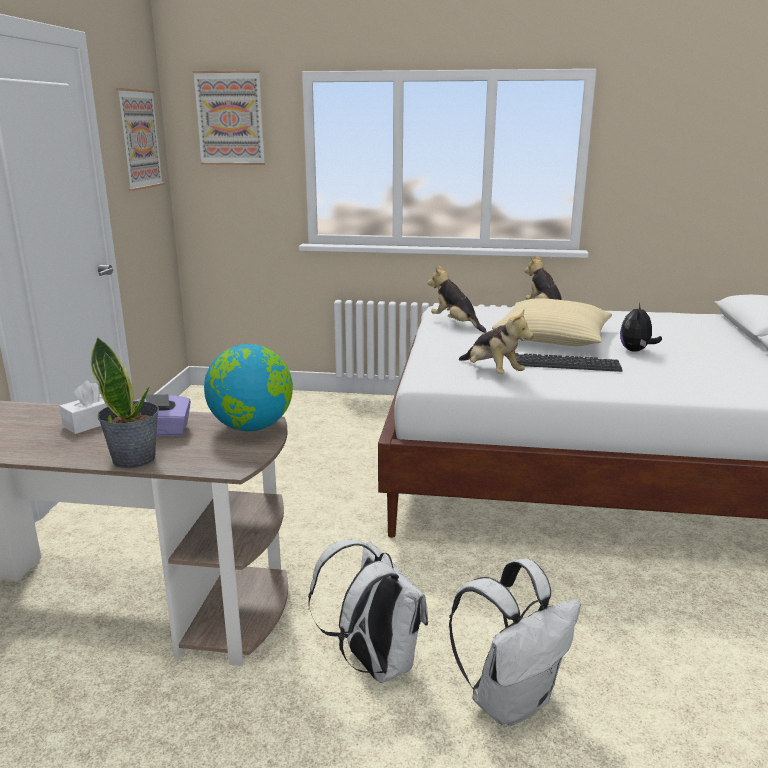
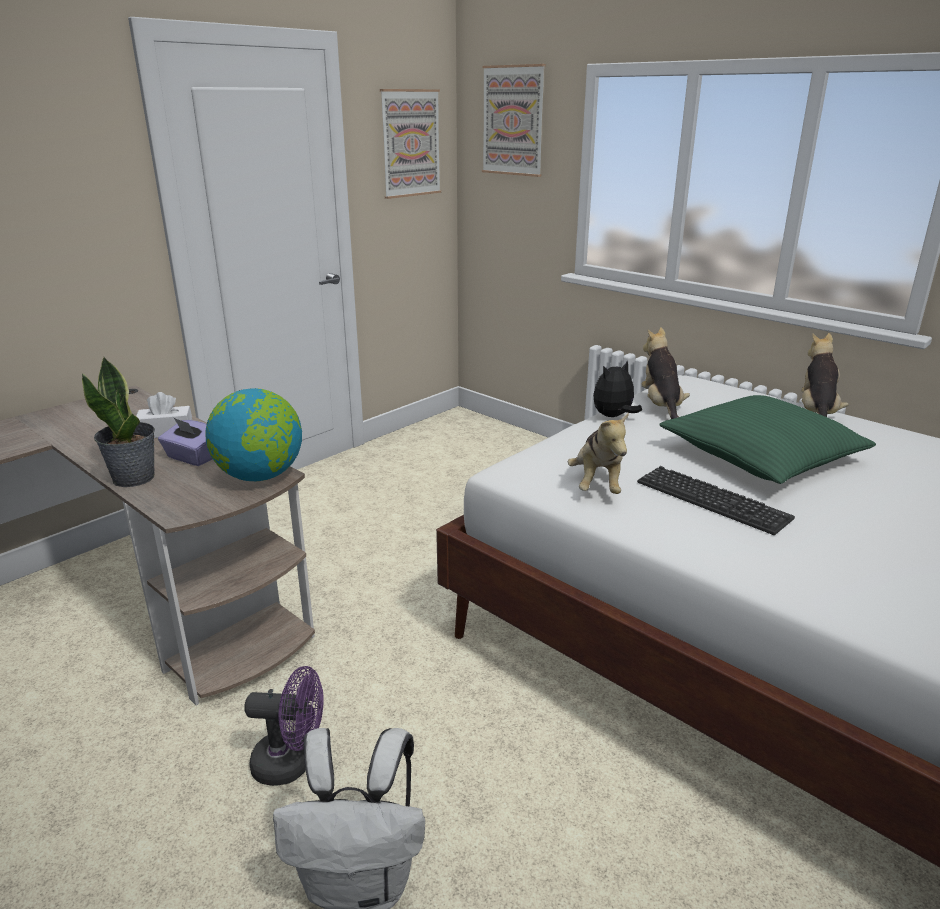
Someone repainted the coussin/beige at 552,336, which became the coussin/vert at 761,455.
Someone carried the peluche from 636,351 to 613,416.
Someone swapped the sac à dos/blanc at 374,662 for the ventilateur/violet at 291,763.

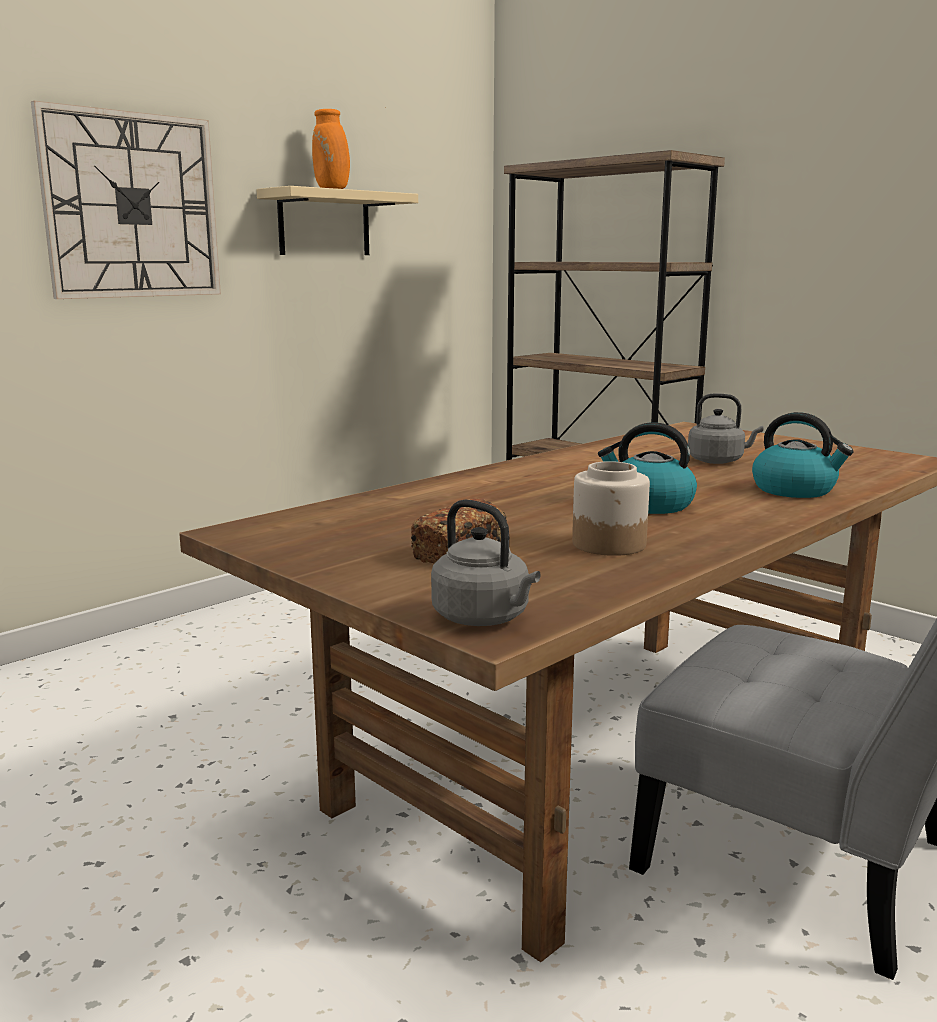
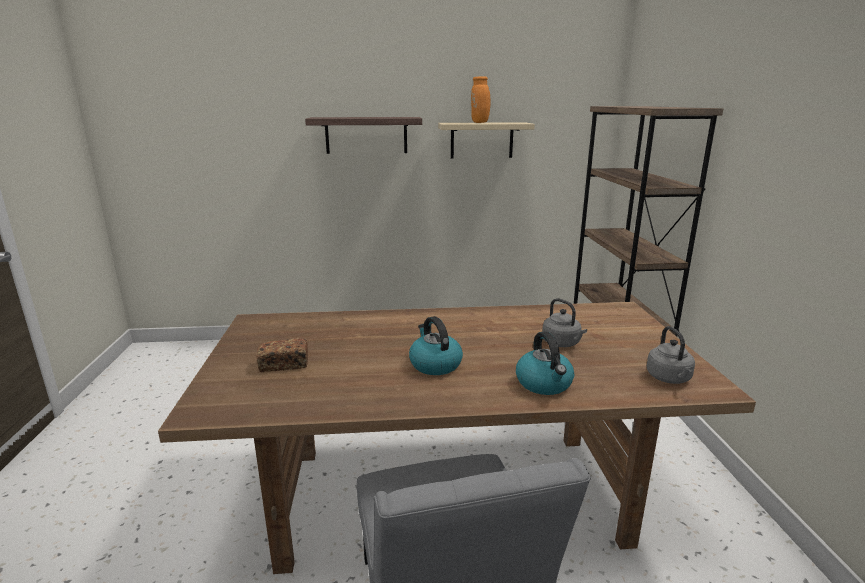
Someone swapped the horloge murale at 132,206 for the étagère at 366,135.
Someone took away the bocal at 609,544.
Someone carried the bouilloire/gris from 484,618 to 669,378.

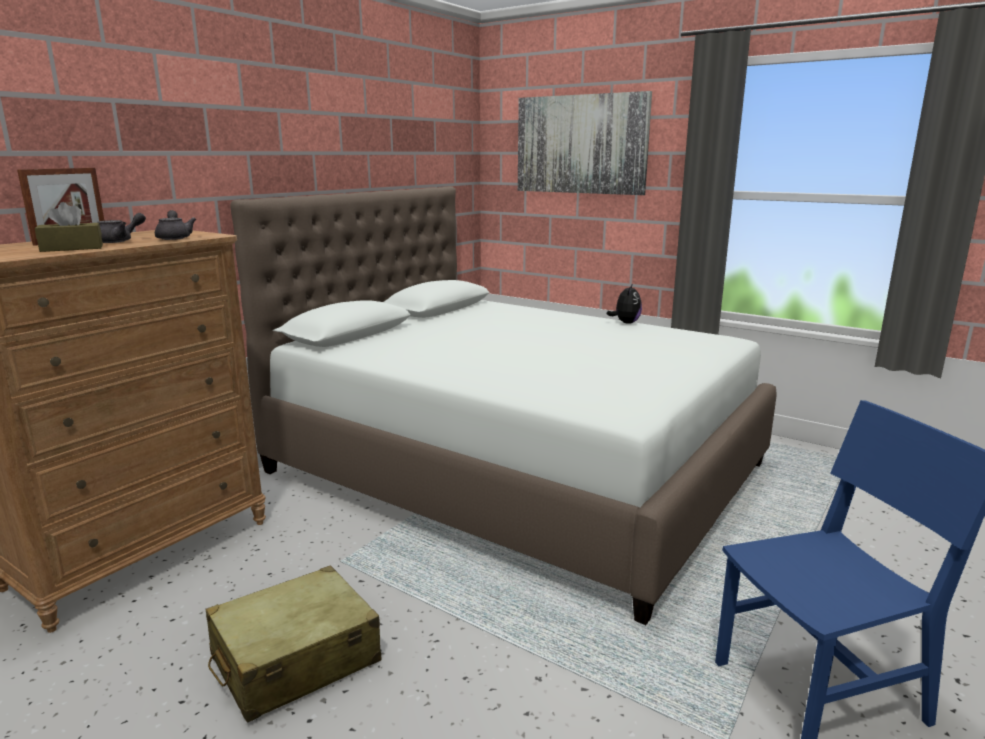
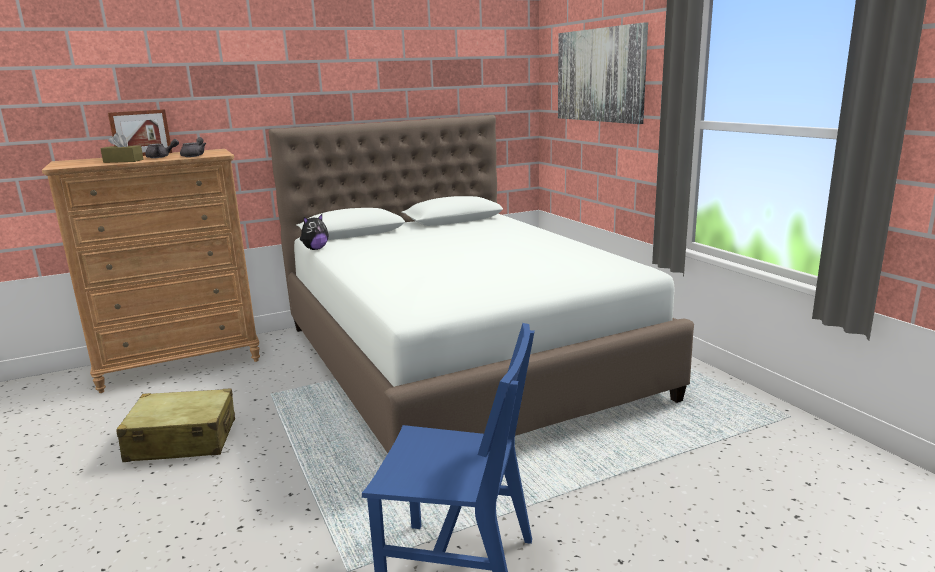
Someone carried the peluche from 625,323 to 315,249.

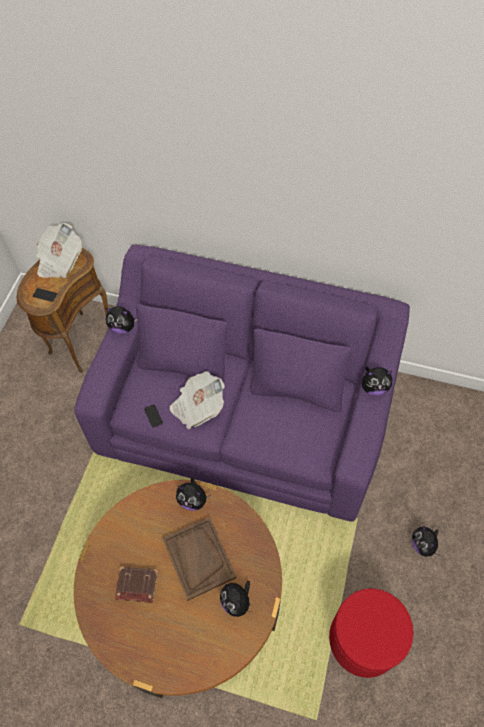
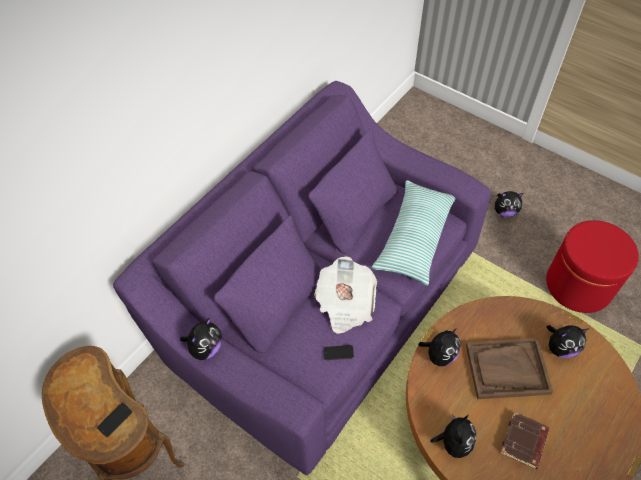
Someone took away the journal at 60,261.
Someone carried the peluche from 374,387 to 453,442.
Someone put down the coussin at 414,238.

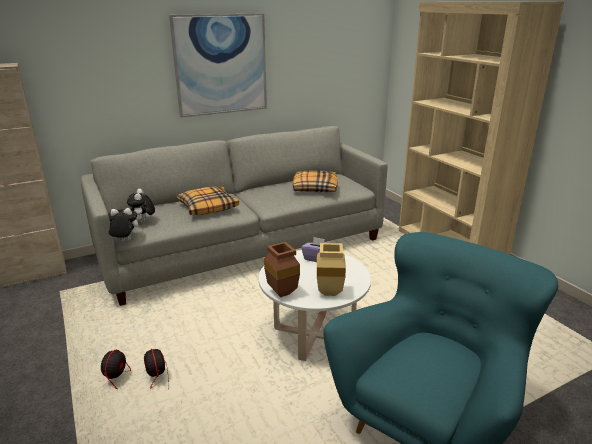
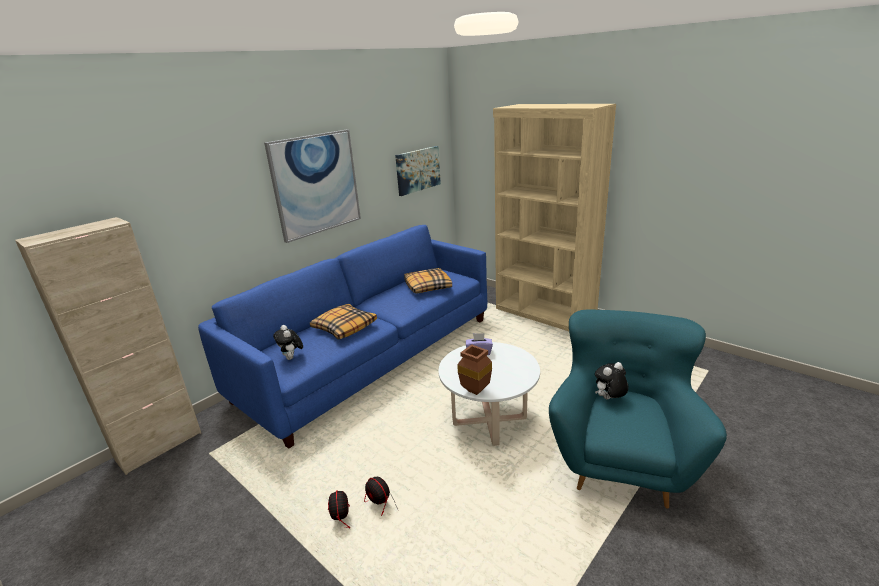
Someone repainted the canapé/gris at 244,247, which became the canapé/bleu at 370,357.
Someone carried the peluche from 124,241 to 609,399.
Someone took away the vase/beige at 331,292.
Someone put up the tableau at 417,170.

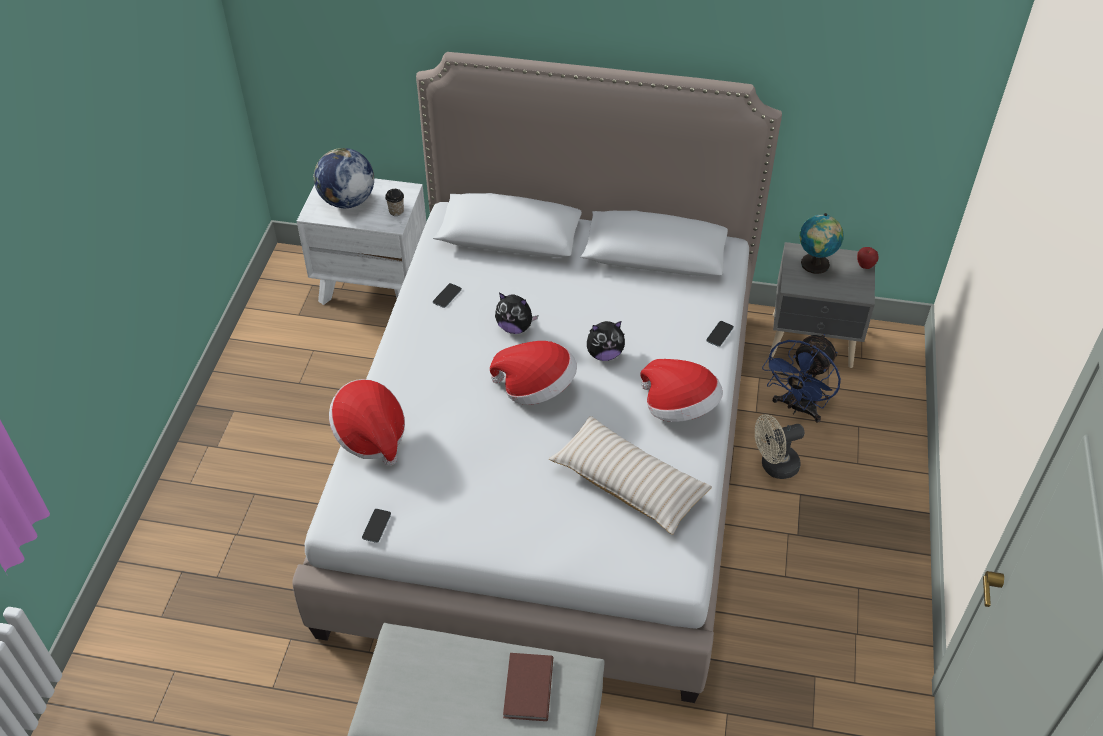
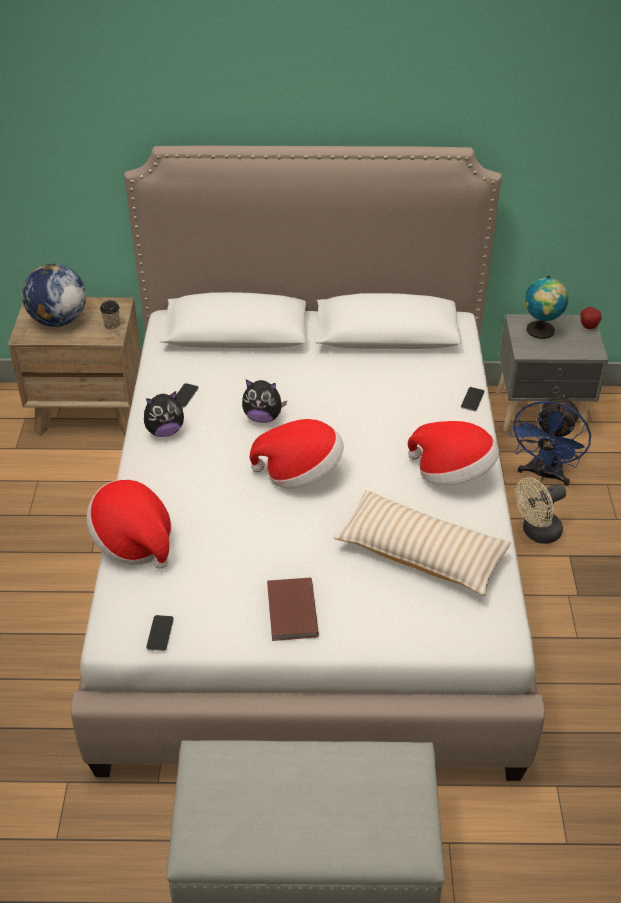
Someone repainted the table de chevet/blanc at 373,285, which became the table de chevet/marron at 90,410.
Someone carried the peluche from 604,354 to 165,431.
Someone carried the livre/marron from 526,689 to 290,612.

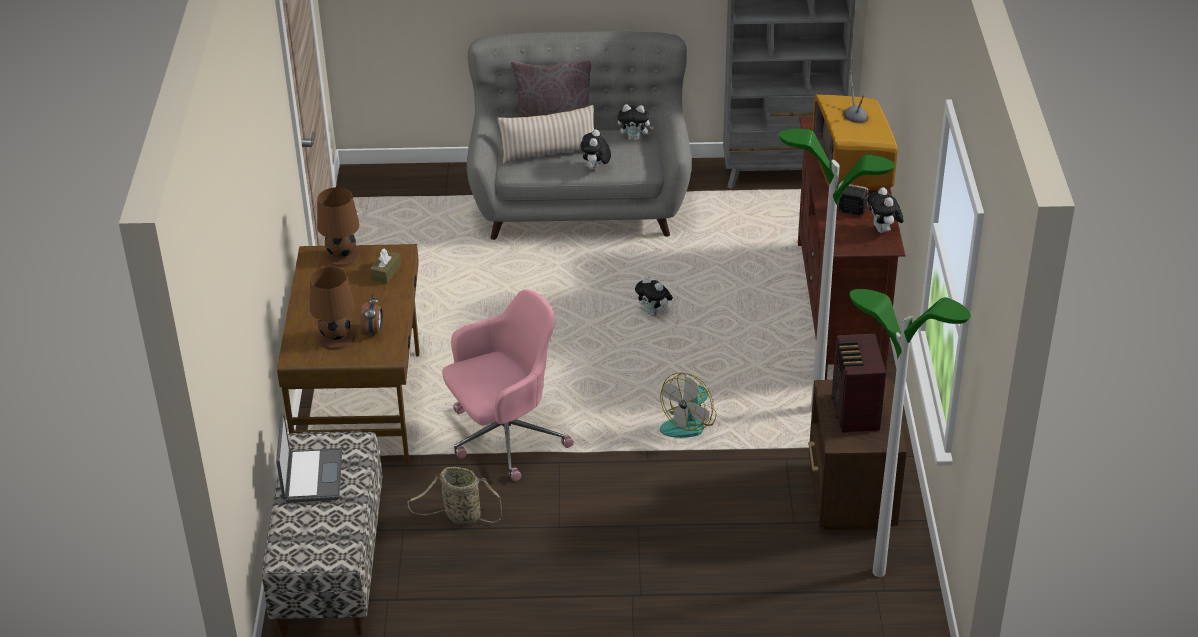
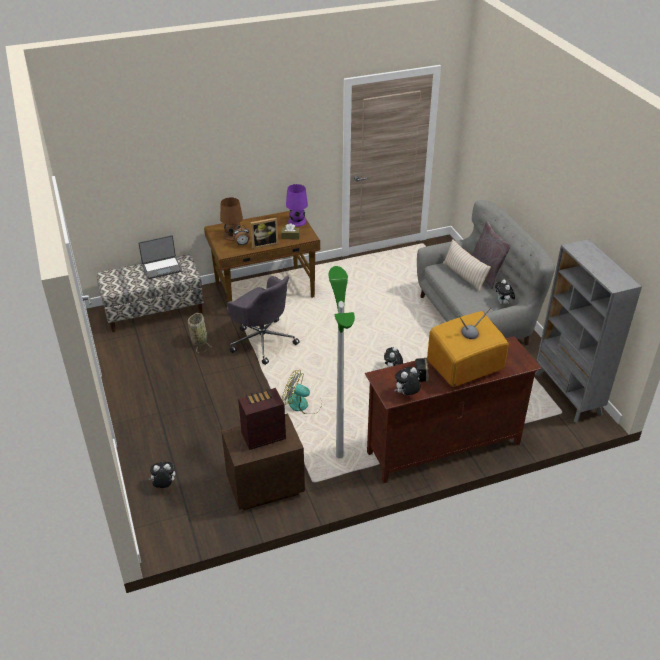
Someone carried the peluche from 595,169 to 164,485.
Someone repainted the lampe de table/marron at 342,256, which became the lampe de table/violet at 297,221.
Someone repainted the chaise de bureau/rose at 505,437, which became the chaise de bureau/gris at 262,341.
Someone took away the lampadaire at 879,572.
Someone put down the cadre photo at 264,244.

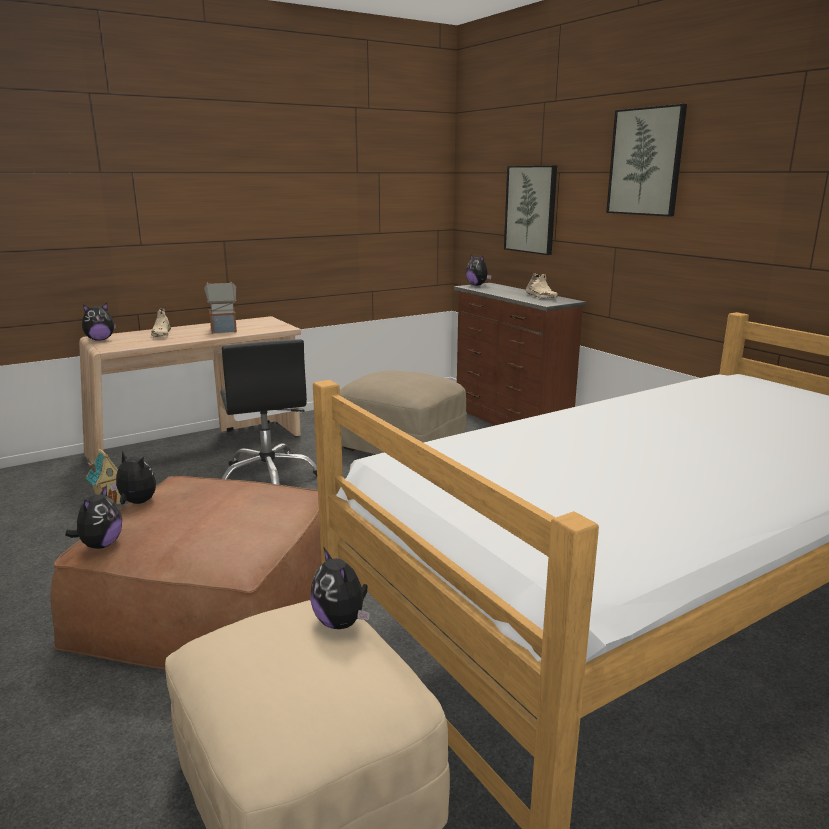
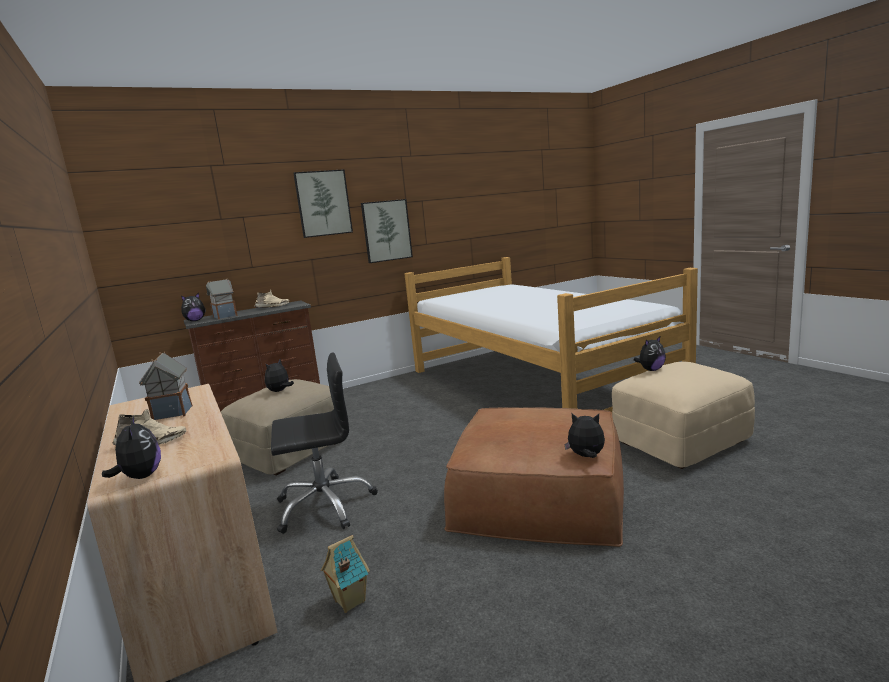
Someone carried the tableau from 531,209 to 386,231.
Someone carried the peluche from 136,503 to 280,391.
Someone put down the maison miniature at 224,316.

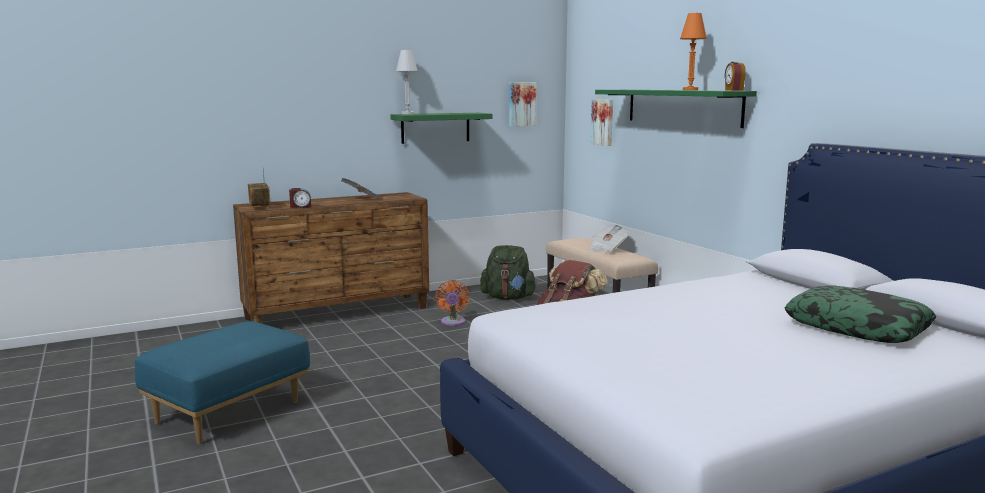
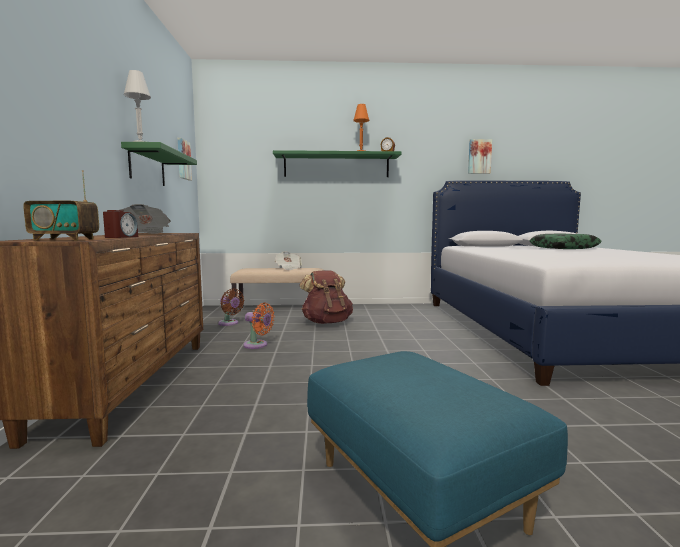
Someone carried the tableau from 603,122 to 479,156.
Someone swapped the sac à dos/vert at 508,298 for the ventilateur/marron at 229,323.

